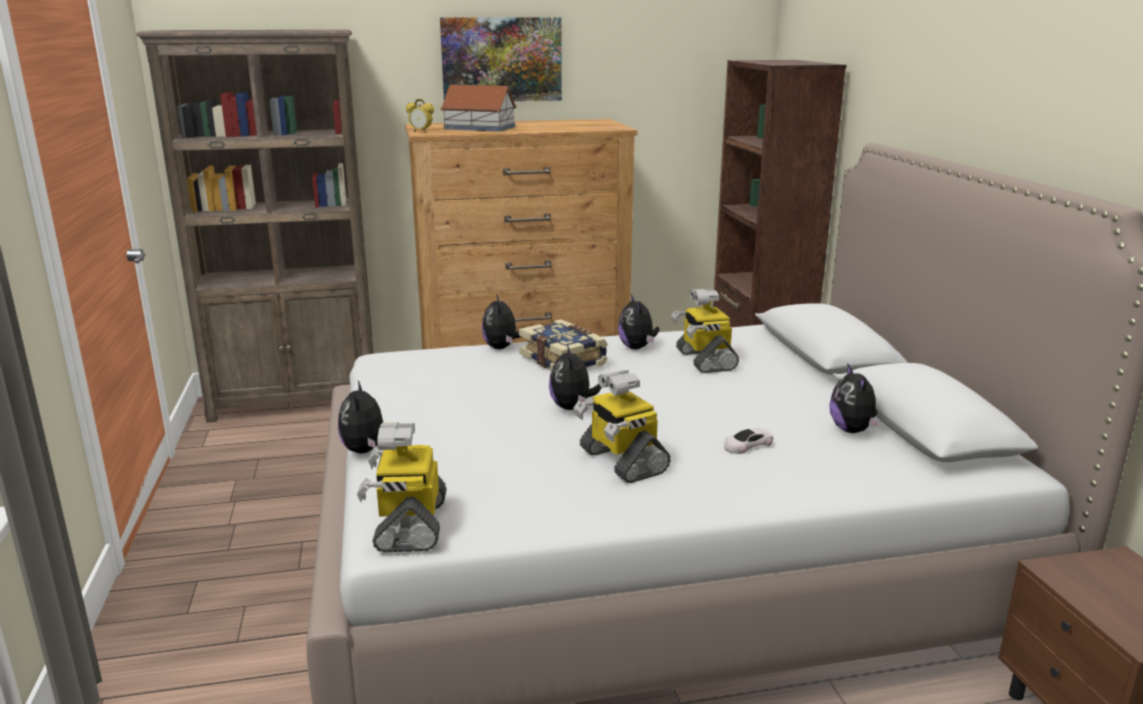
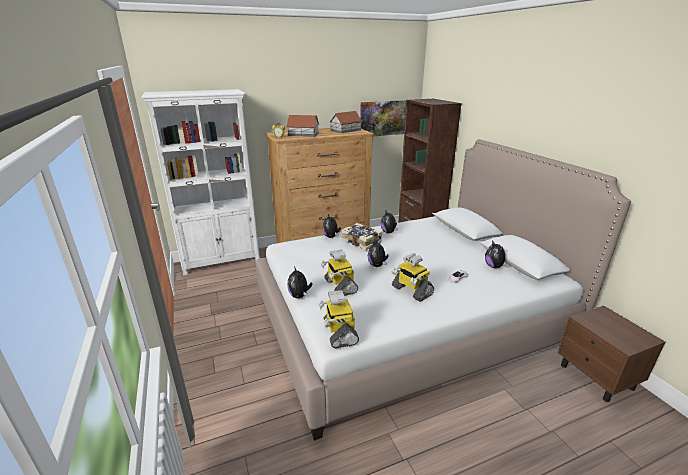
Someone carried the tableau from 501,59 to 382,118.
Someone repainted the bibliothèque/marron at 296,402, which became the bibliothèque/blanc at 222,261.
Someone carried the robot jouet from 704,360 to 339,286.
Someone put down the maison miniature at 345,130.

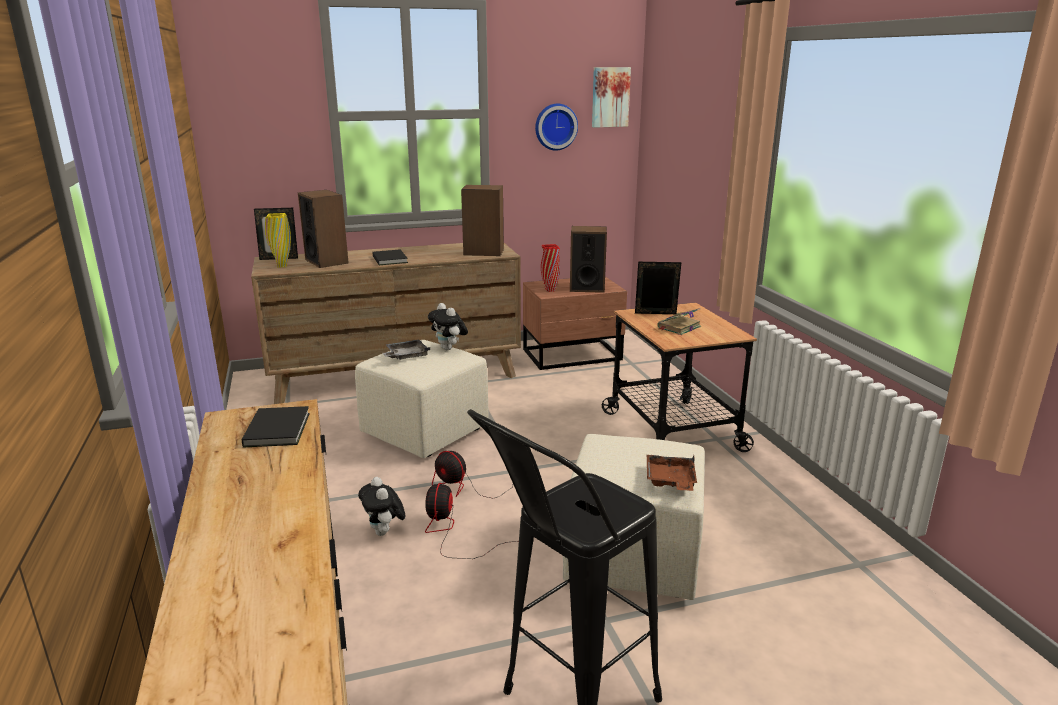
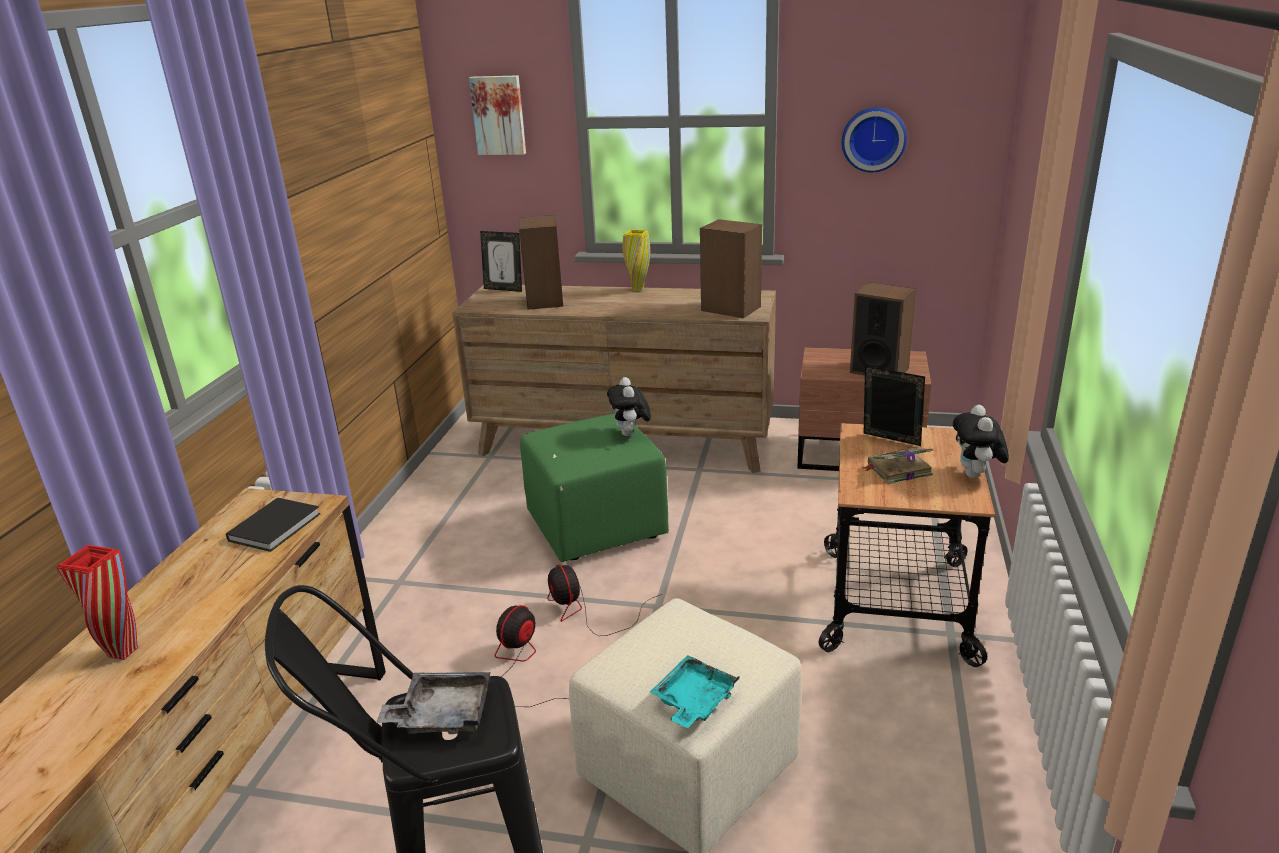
Someone carried the tableau from 610,97 to 499,115.
Someone carried the vase/jaune from 282,266 to 638,289.
Someone carried the vase/rouge from 550,290 to 123,652.
Someone took away the livre/noir at 390,259.
Someone repainted the pouf/beige at 424,433, which became the pouf/vert at 595,527.
Someone carried the plateau/gris from 406,356 to 442,714.
Someone repainted the plateau/marron at 670,481, which became the plateau/turquoise at 693,701.
Someone carried the peluche from 384,532 to 976,475.

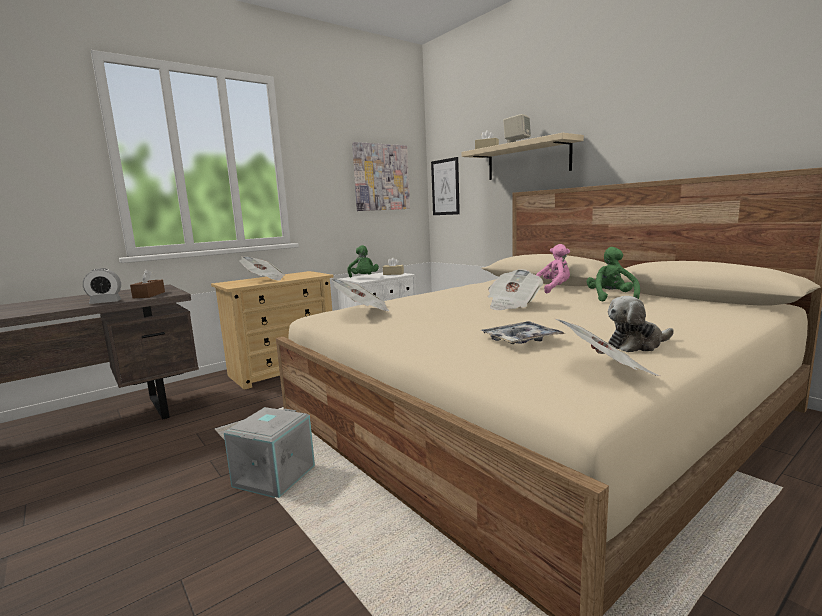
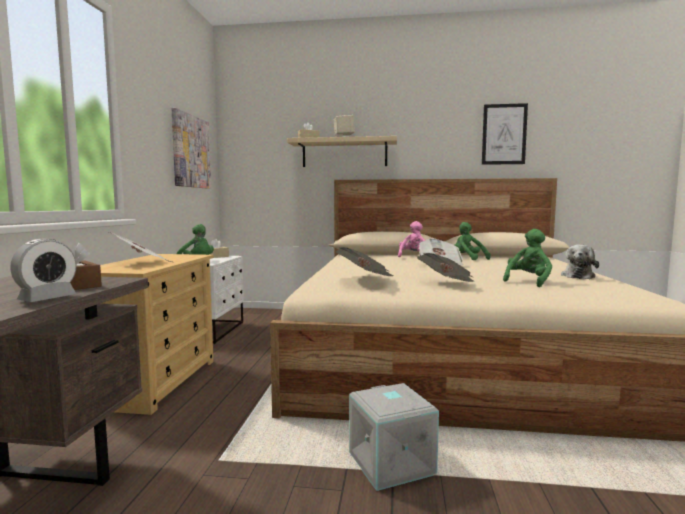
Someone carried the tableau from 445,187 to 504,134.
Someone carried the journal from 605,371 to 447,284.
Someone swapped the plateau at 521,340 for the peluche/vert at 528,281.

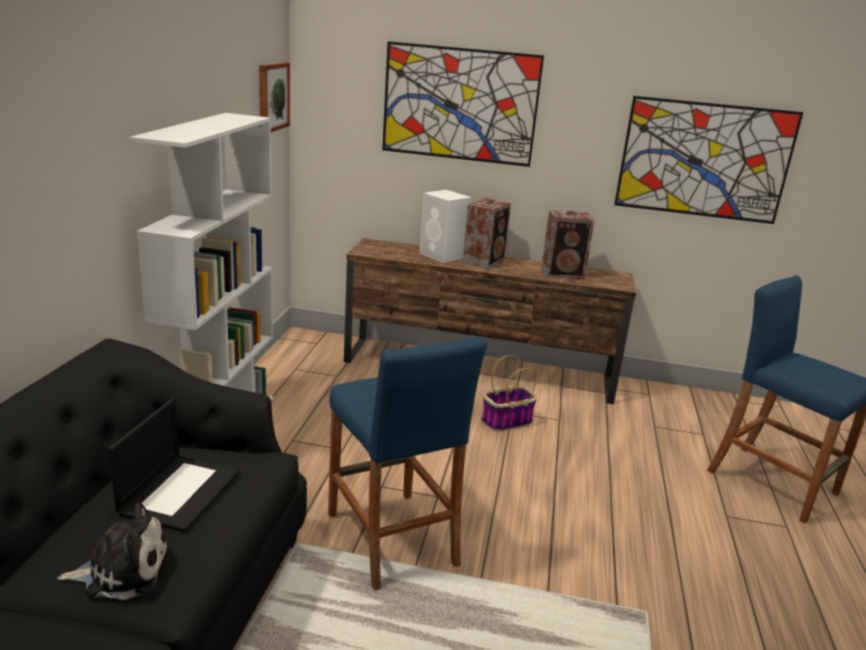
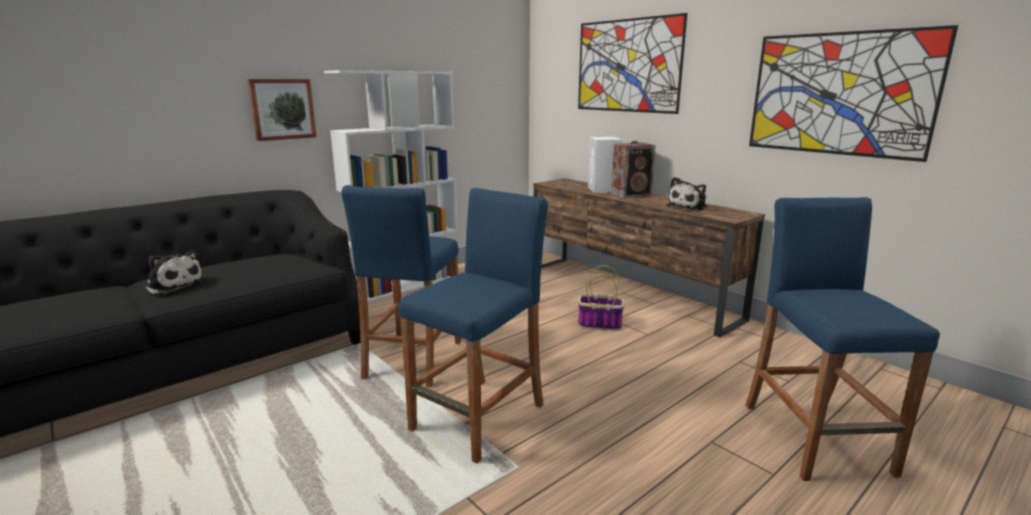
Someone carried the tableau from 272,96 to 282,109.
Someone swapped the enceinte at 564,273 for the peluche at 688,207.
Someone took away the ordinateur portable at 180,491.
Someone put down the tabouret/bleu at 479,418.

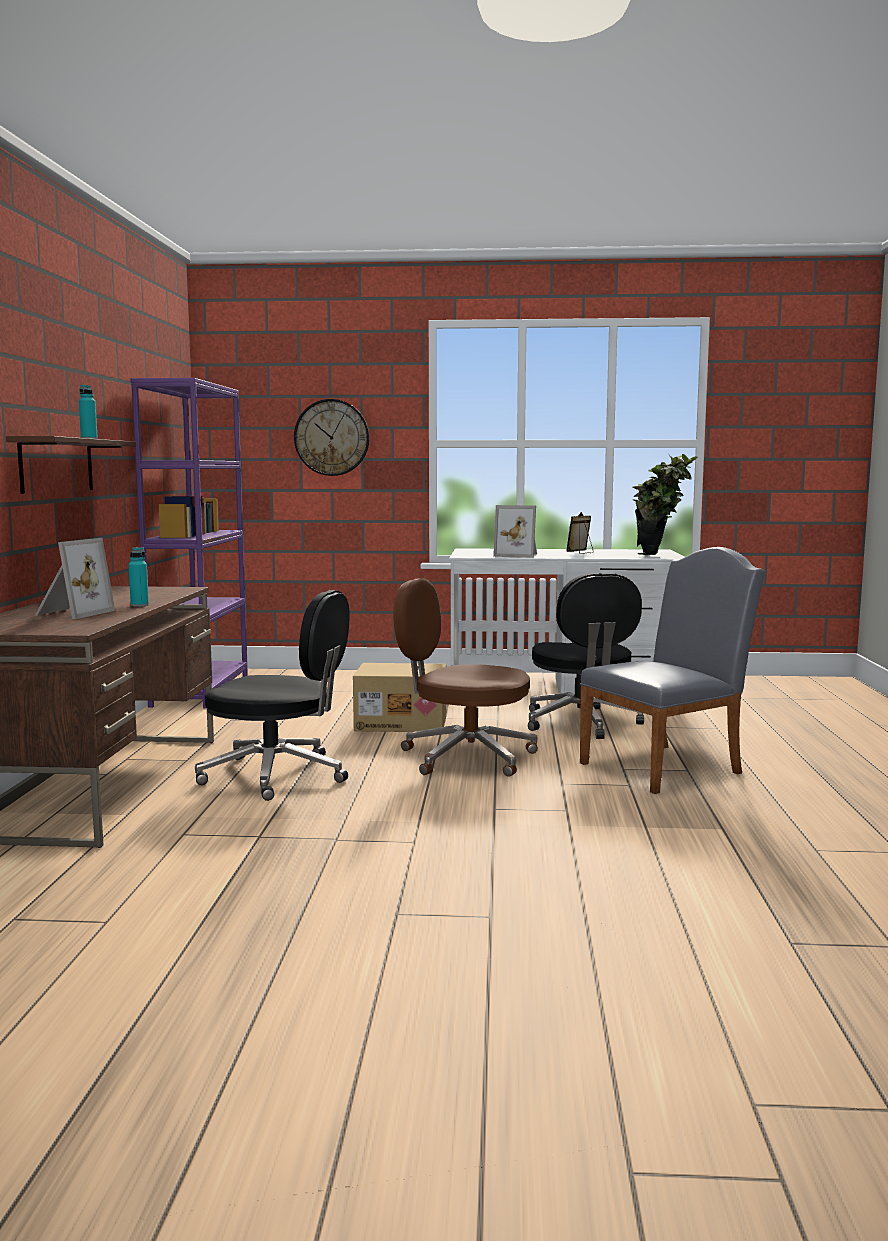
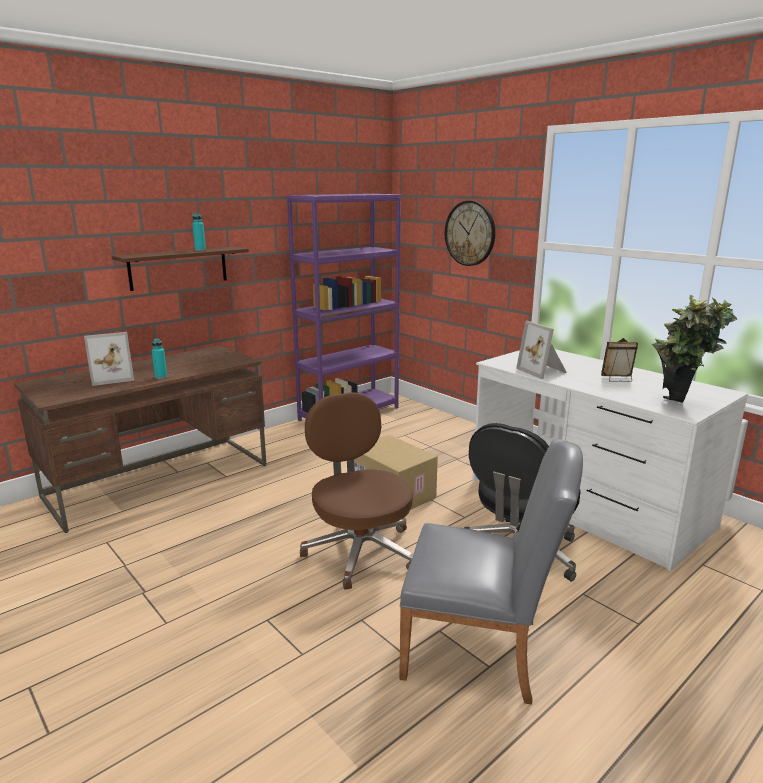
Someone took away the chaise de bureau/noir at 278,775.

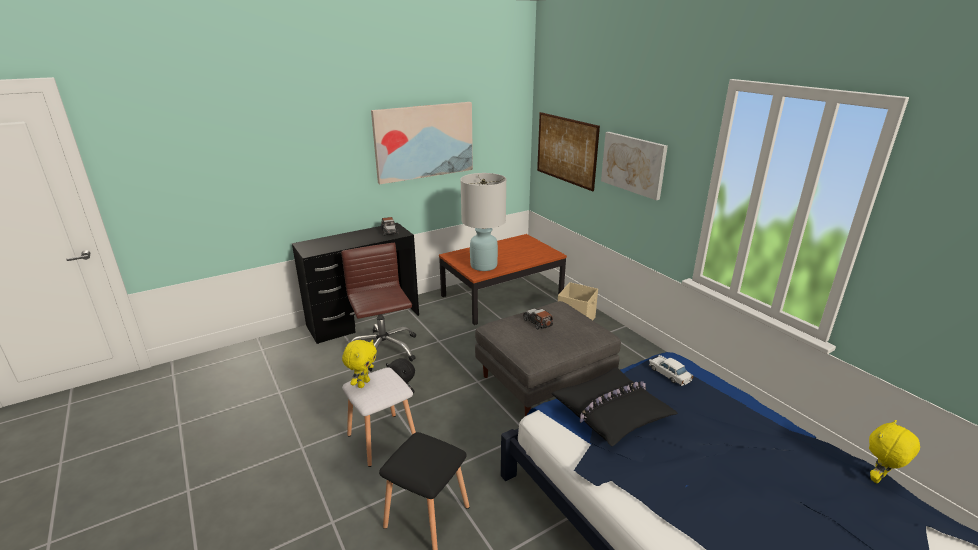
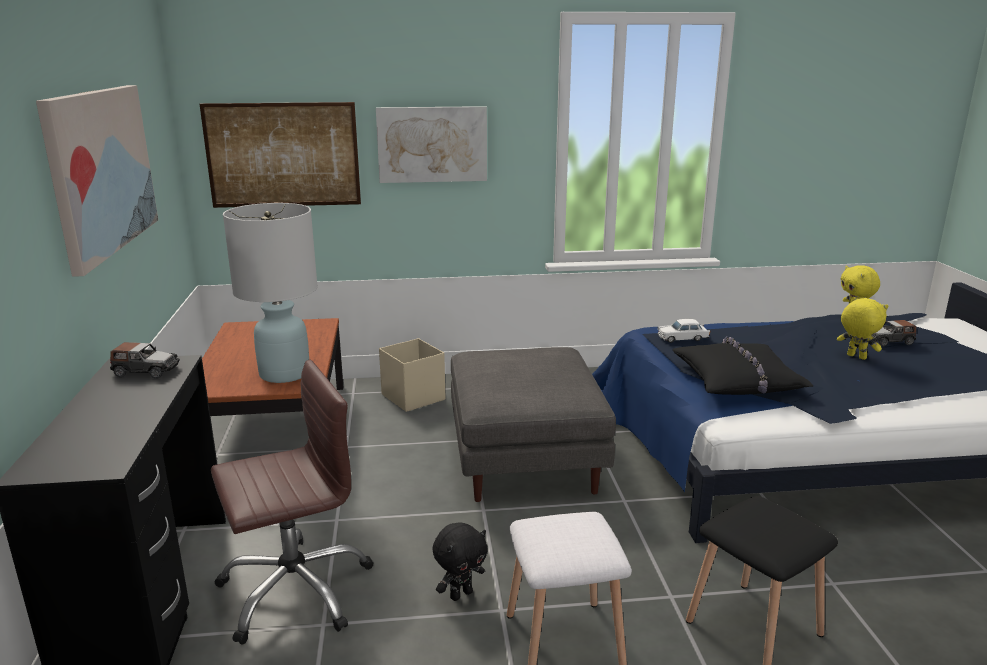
Someone rotated the chaise de bureau/marron at 383,349 by 150 degrees clockwise.
Someone carried the petite voiture from 537,322 to 889,341.
Someone carried the peluche/jaune from 363,383 to 855,357.

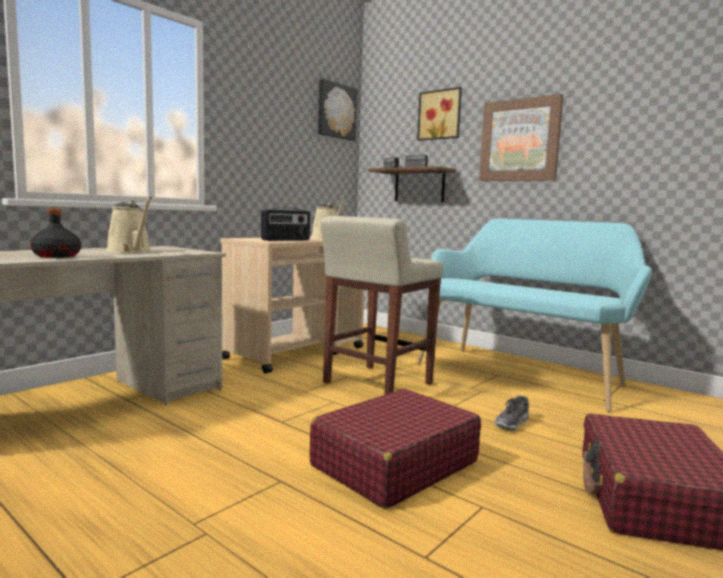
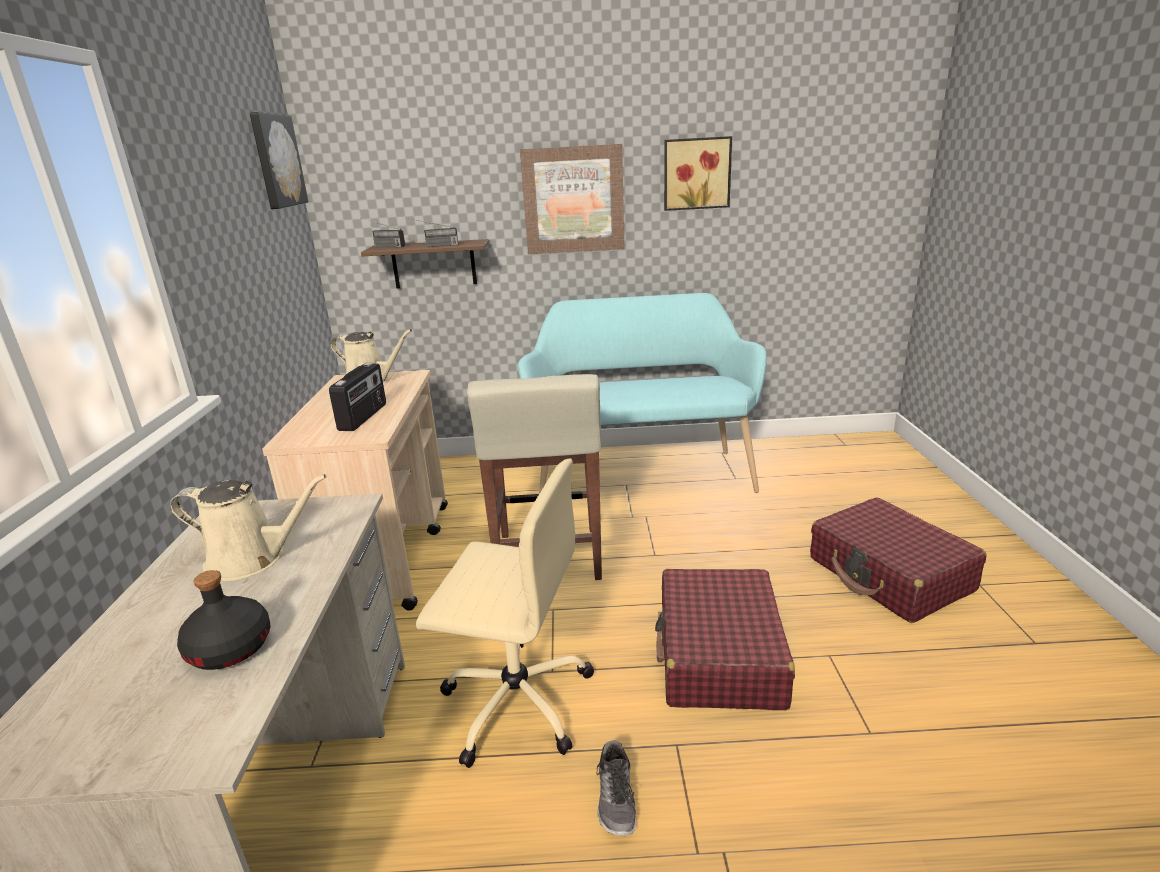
Someone carried the tableau from 440,115 to 696,173.
Someone carried the chaussure from 512,423 to 616,799.
Someone put down the chaise de bureau/beige at 515,701.

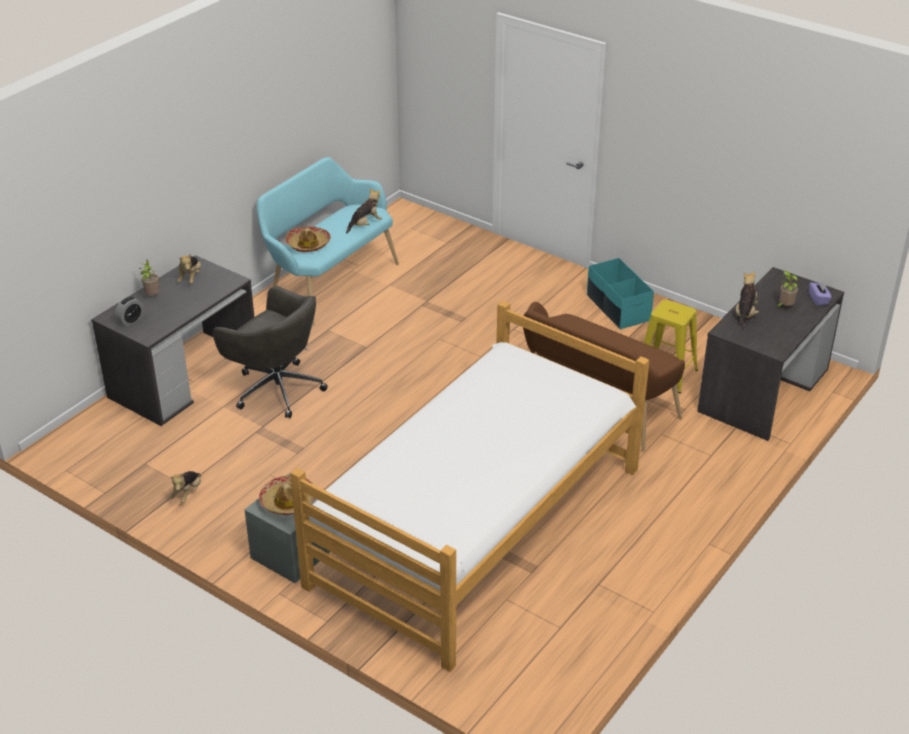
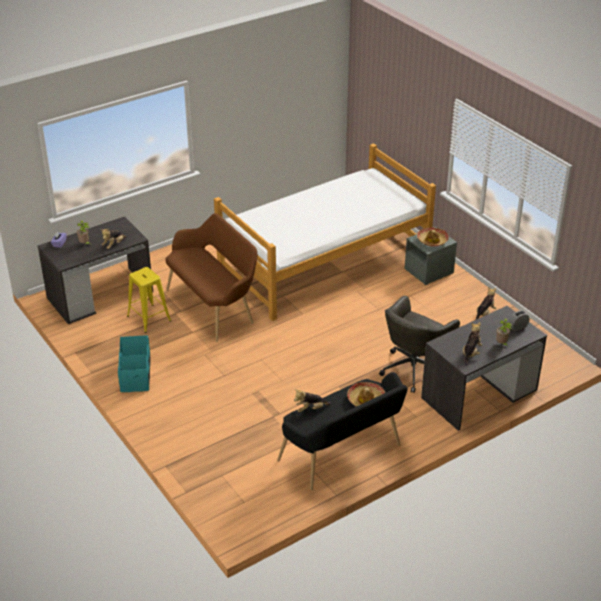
Someone repainted the banc/turquoise at 329,282, which became the banc/noir at 344,455.
Someone rotated the chaise de bureau/gris at 276,389 by 105 degrees counterclockwise.

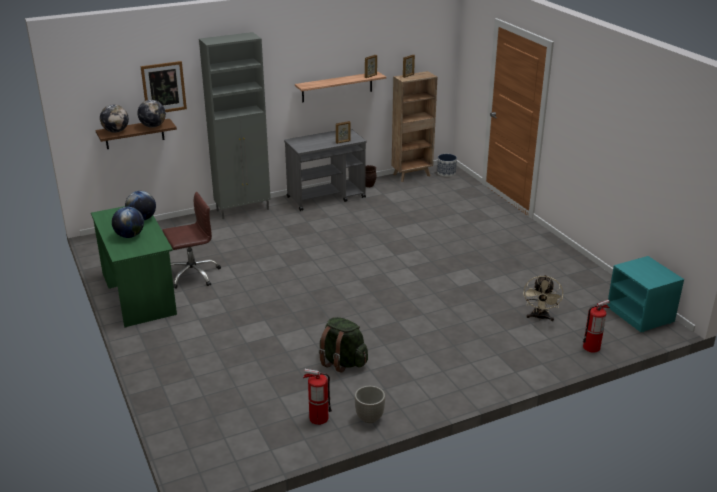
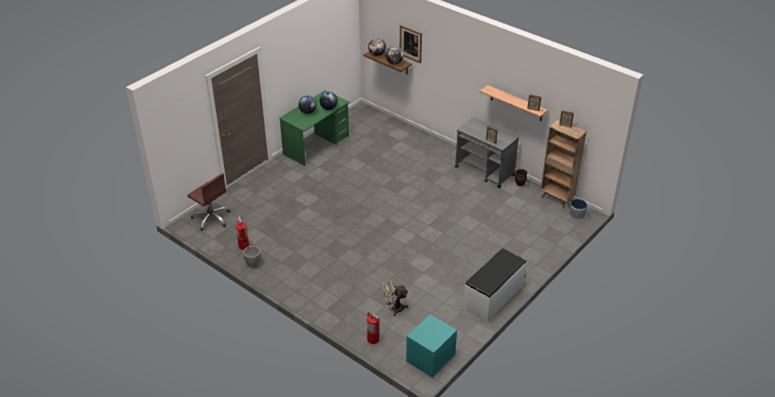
Someone took away the meuble de rangement/gris at 243,210.
Someone carried the chaise de bureau/marron from 192,274 to 211,218.
Someone took away the sac à dos/vert at 342,362.
Someone put down the banc/blanc at 494,297.

